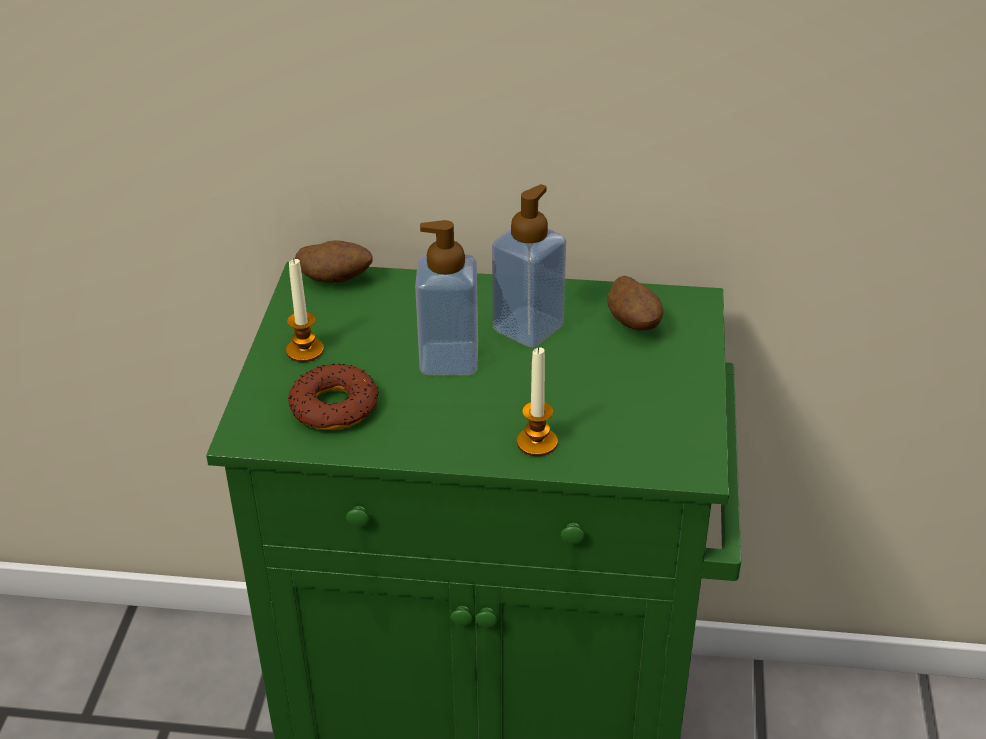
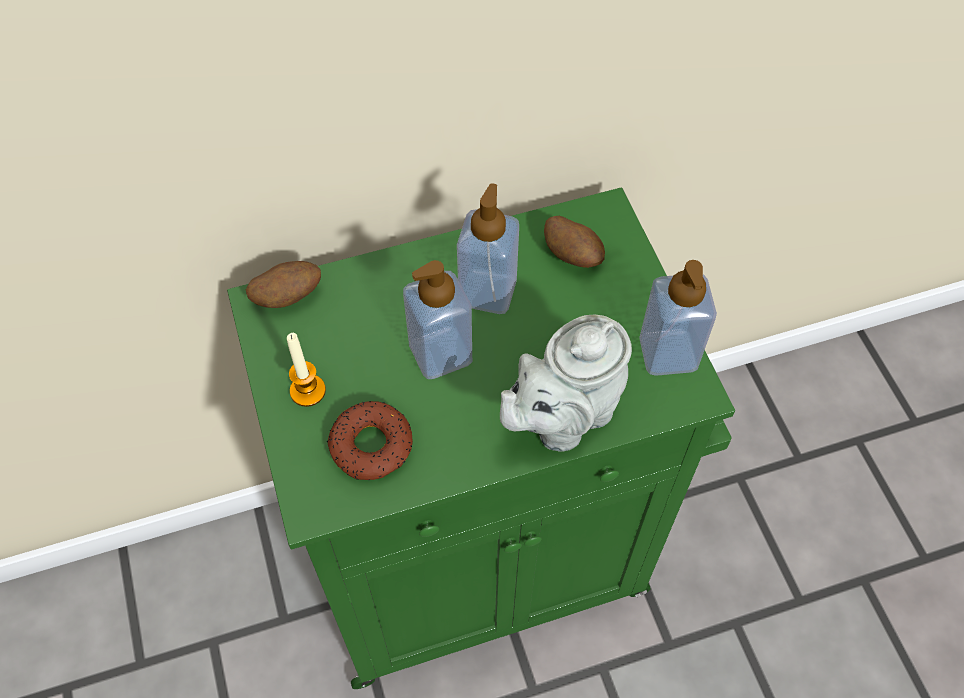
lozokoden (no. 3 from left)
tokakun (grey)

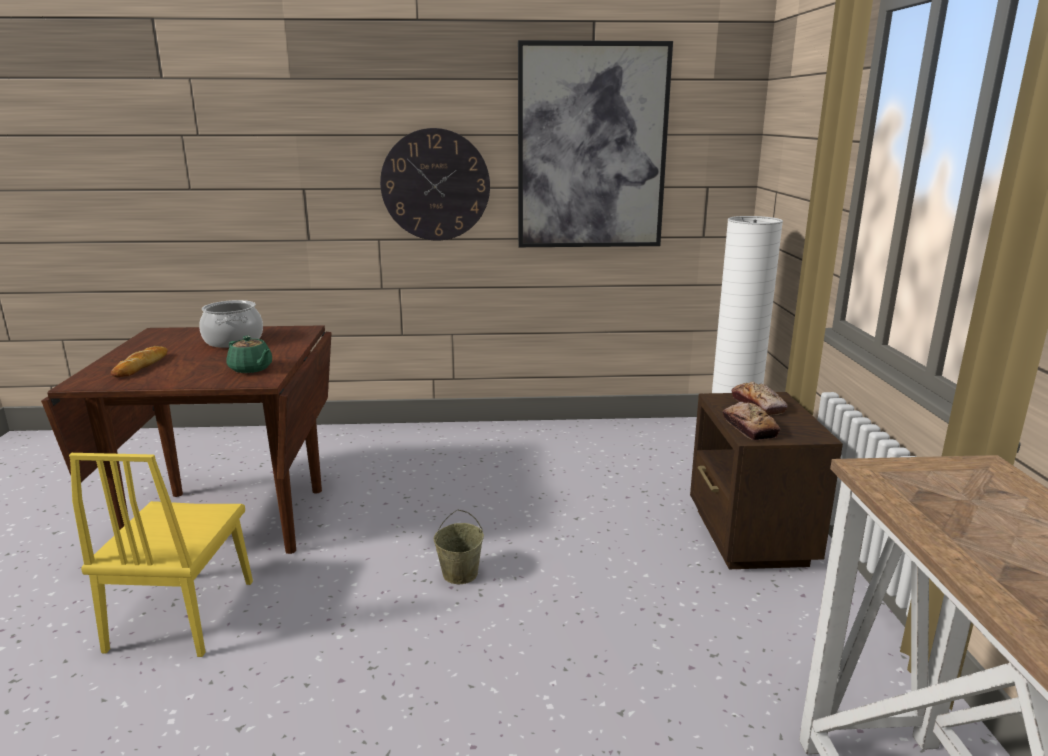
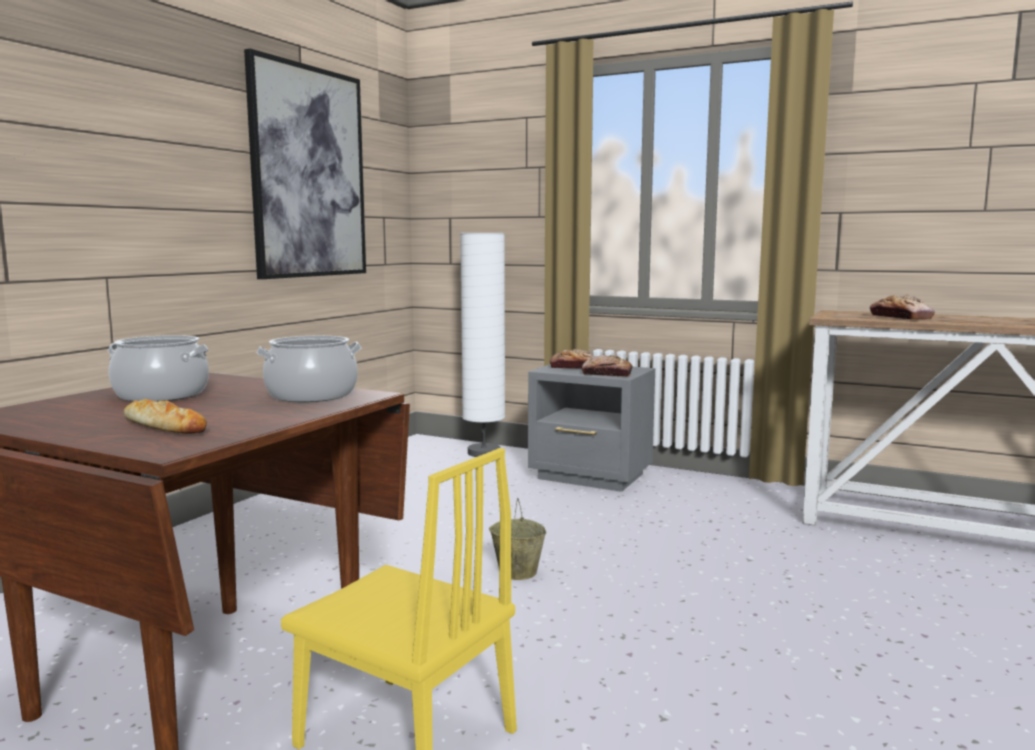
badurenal
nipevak (no. 4 from left)
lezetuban (no. 2 from left)
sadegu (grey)

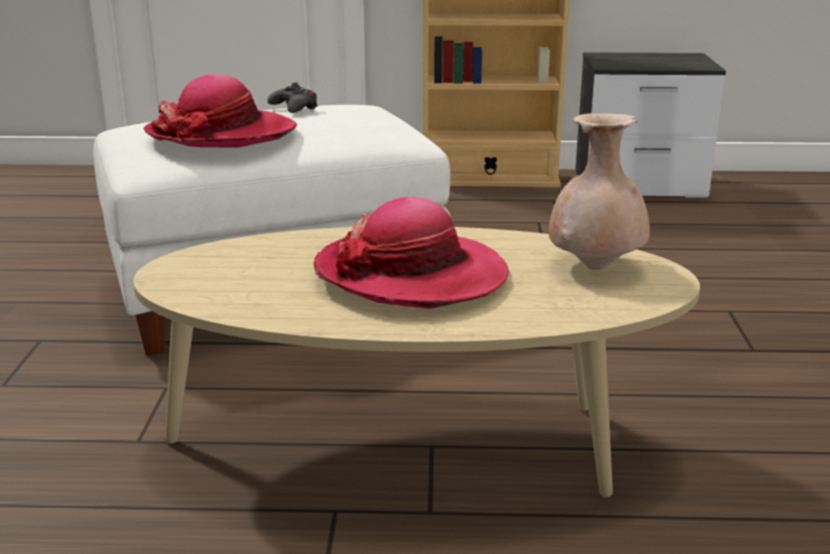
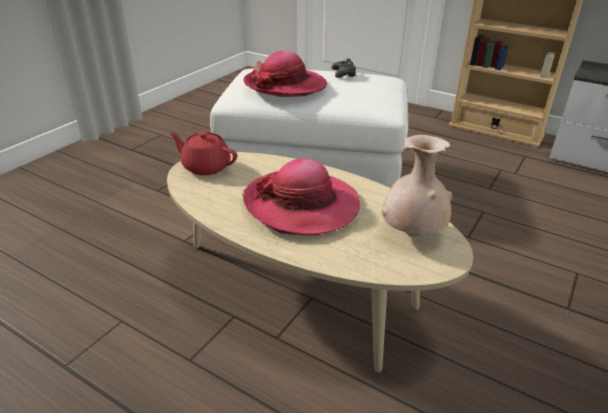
tokakun (red)

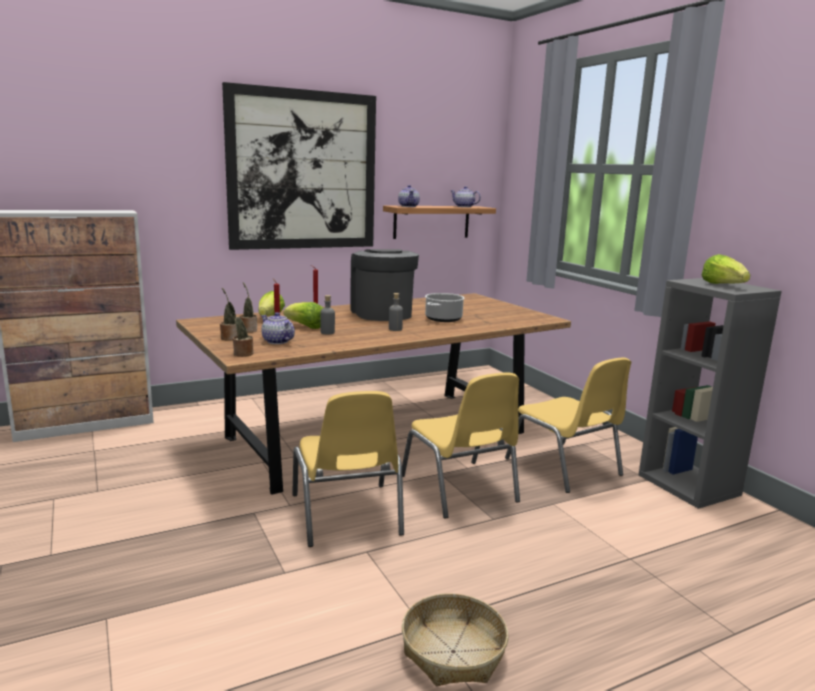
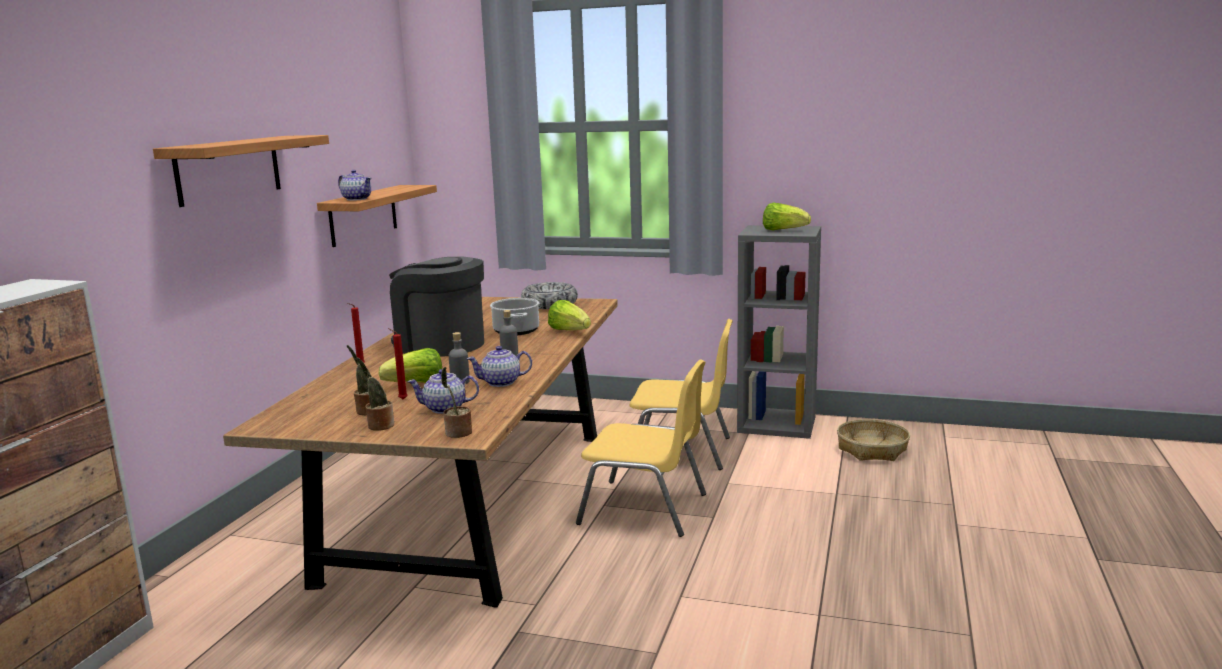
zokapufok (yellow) (no. 1 from left in the first image)
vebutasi
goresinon (no. 2 from left)
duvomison
tokakun (no. 3 from left)
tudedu (no. 1 from left)

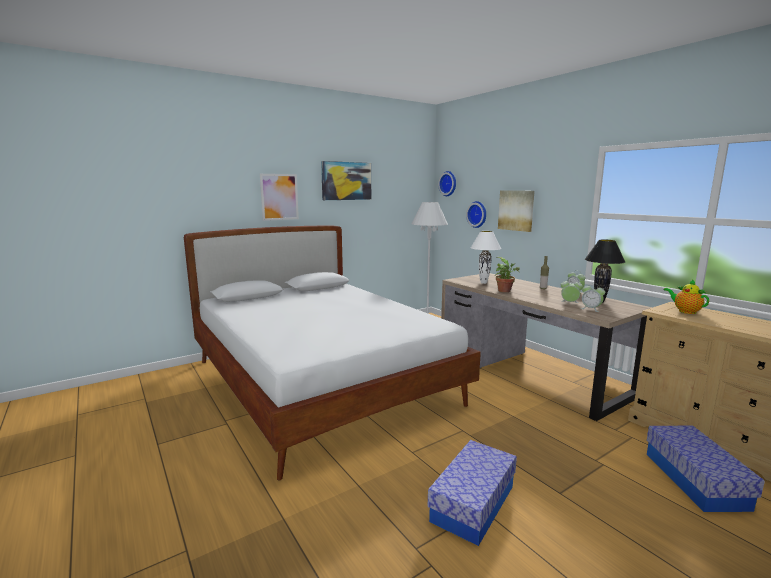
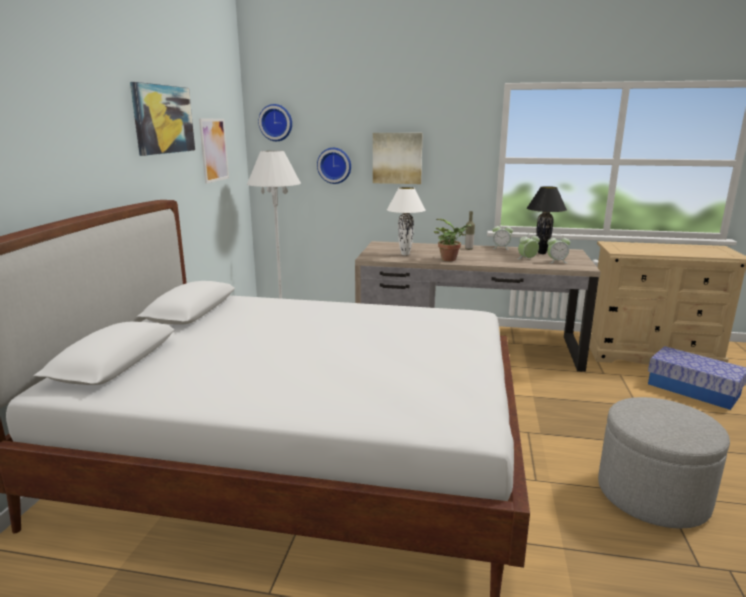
tokakun
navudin (no. 2 from left)
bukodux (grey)

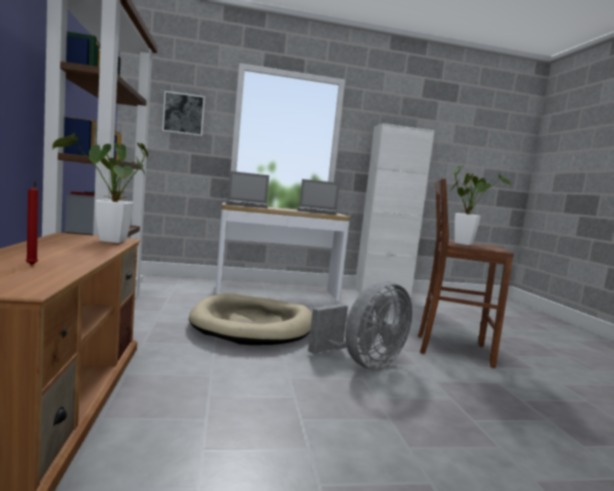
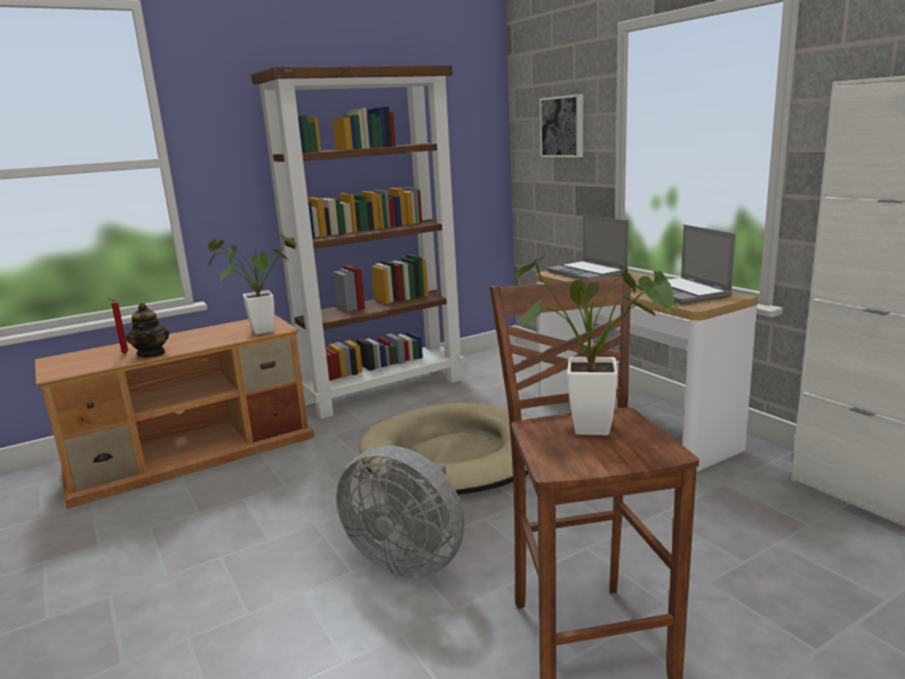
tokakun

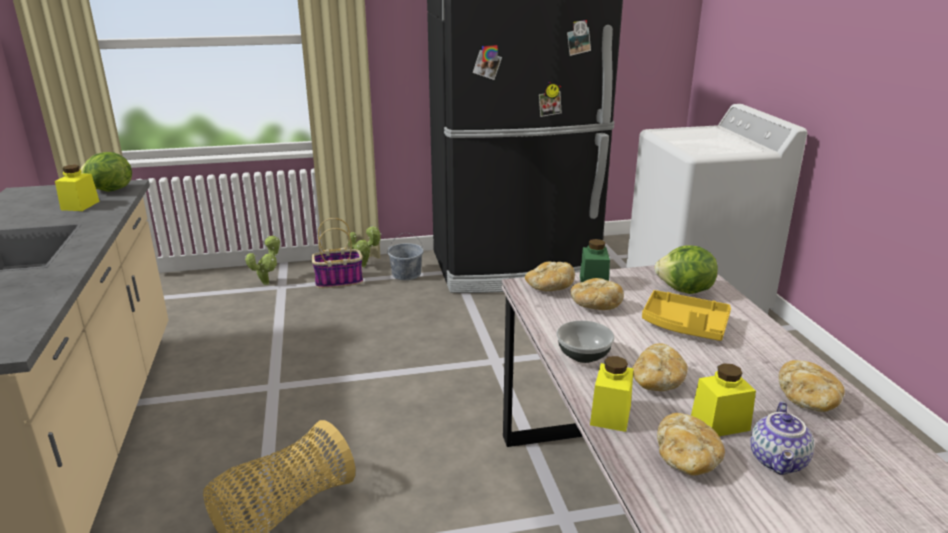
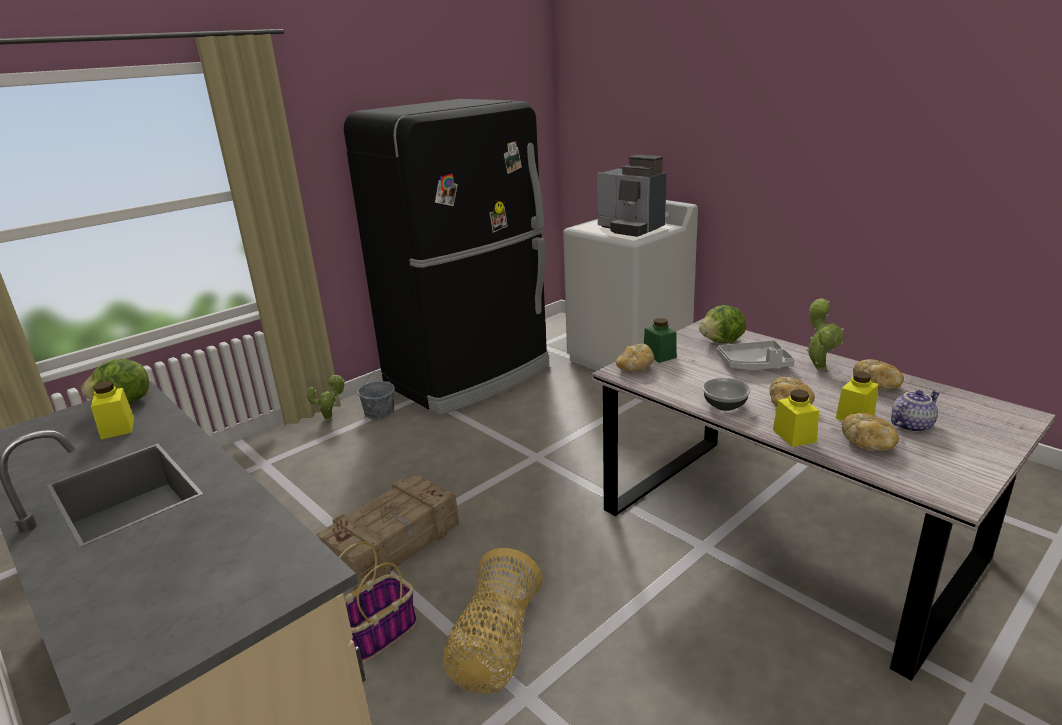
nipevak (no. 2 from left in the first image)
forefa
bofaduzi
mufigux (no. 2 from left)
duvomison (no. 1 from left)
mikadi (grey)
tokakun

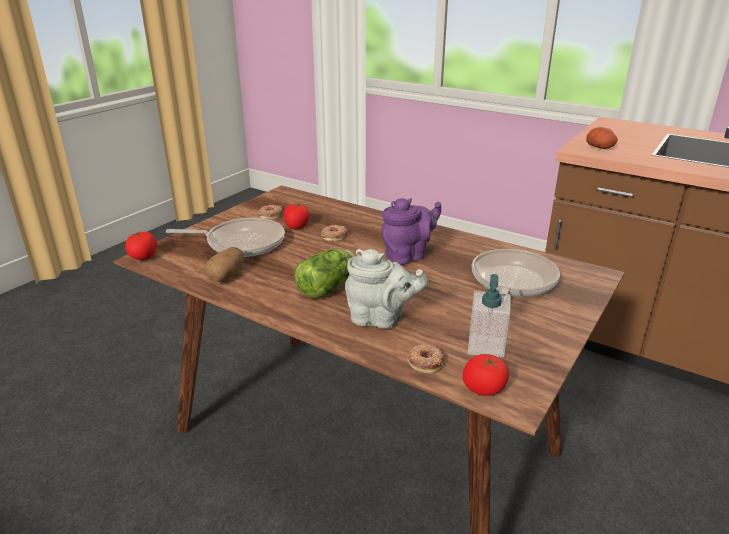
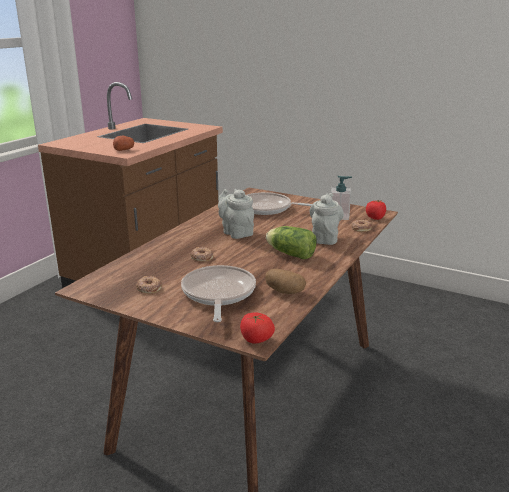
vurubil (no. 2 from left in the first image)
tokakun (grey) (no. 1 from left)

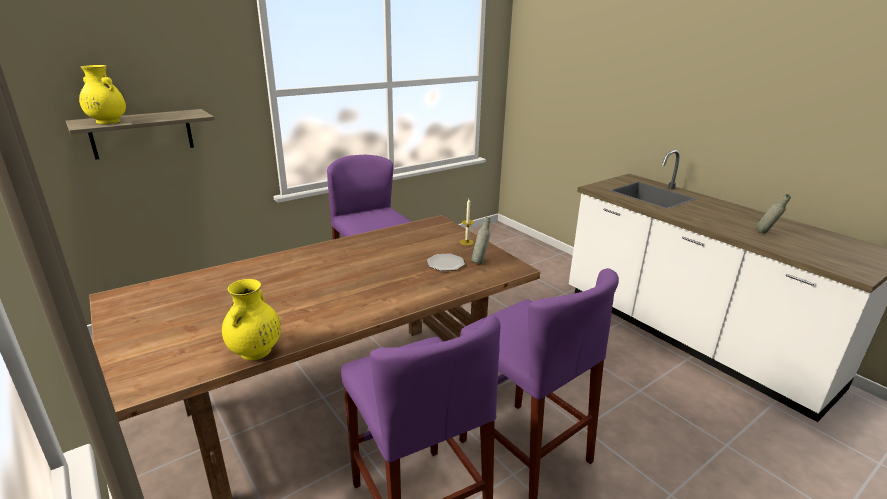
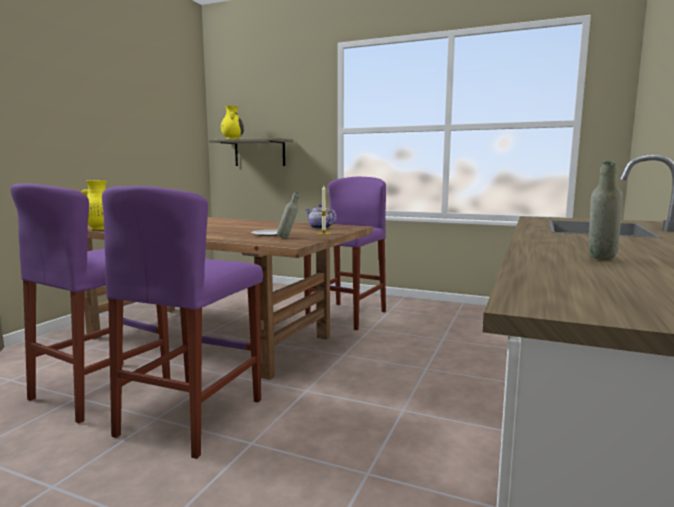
tokakun

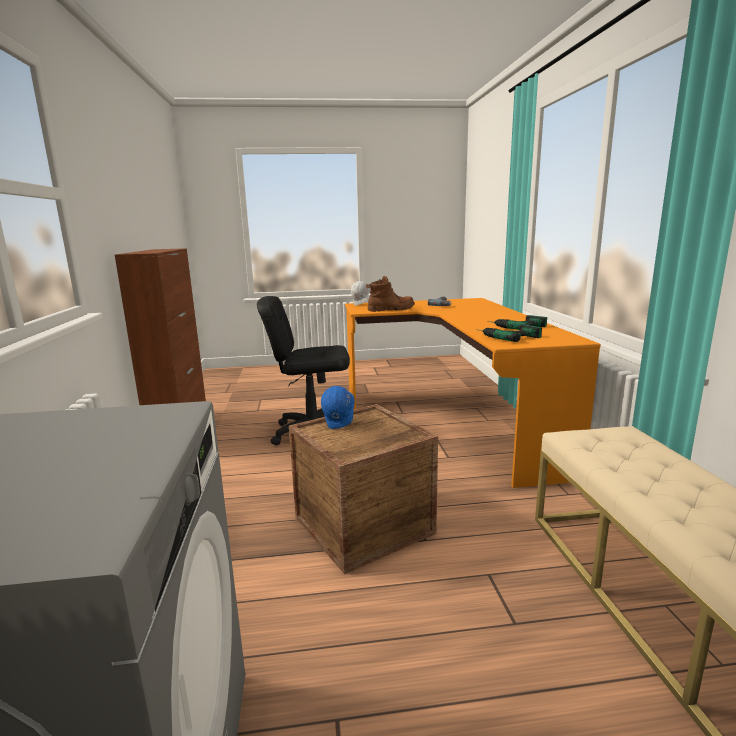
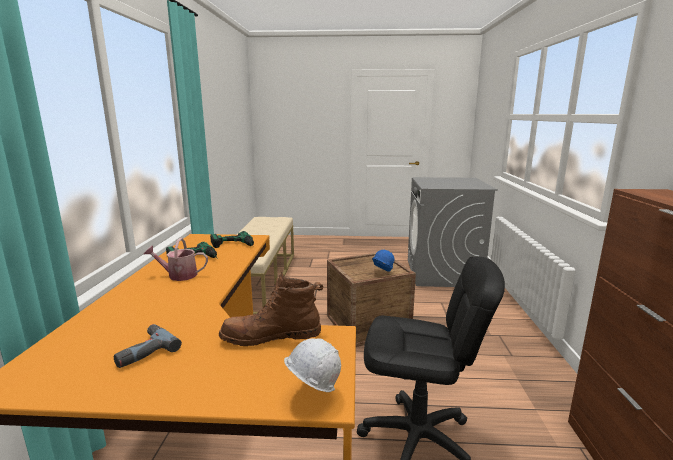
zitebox

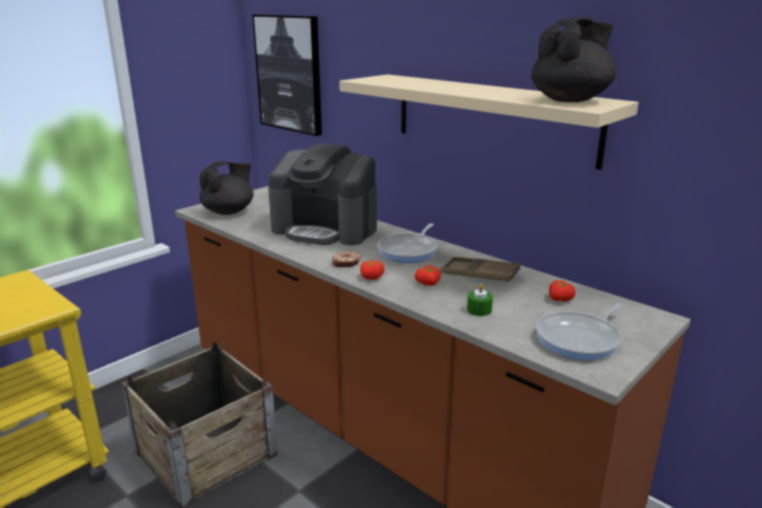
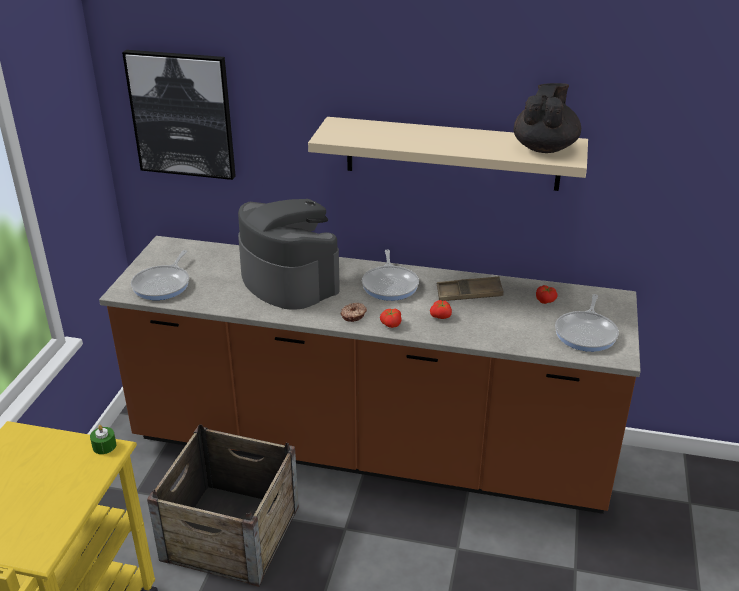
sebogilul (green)
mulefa (no. 1 from left)
bofaduzi

